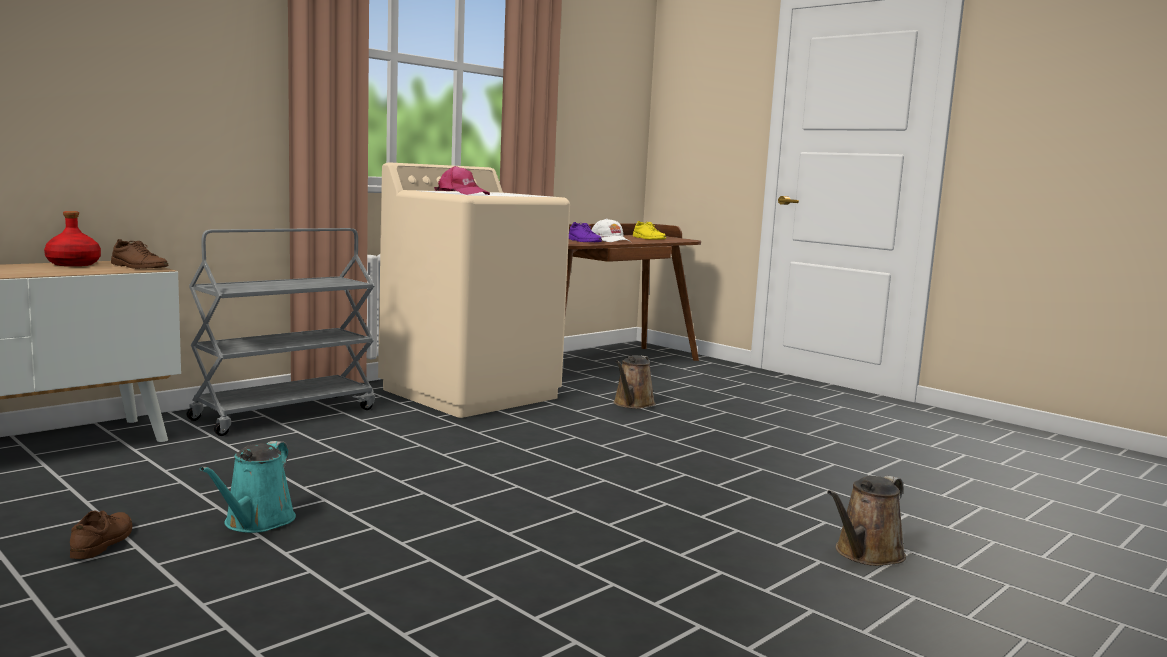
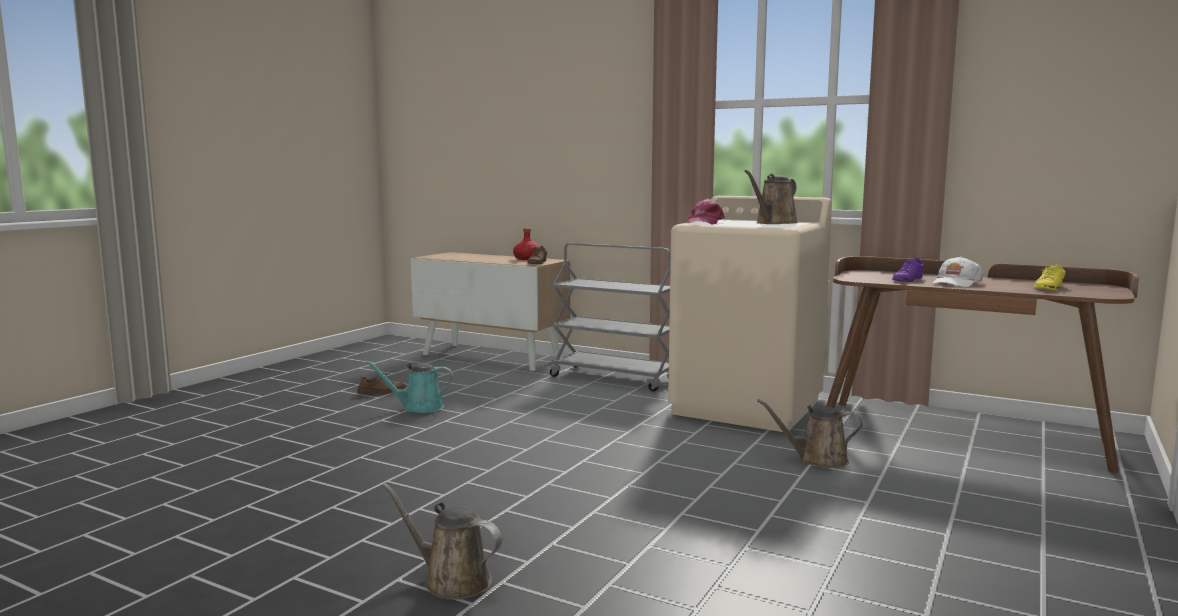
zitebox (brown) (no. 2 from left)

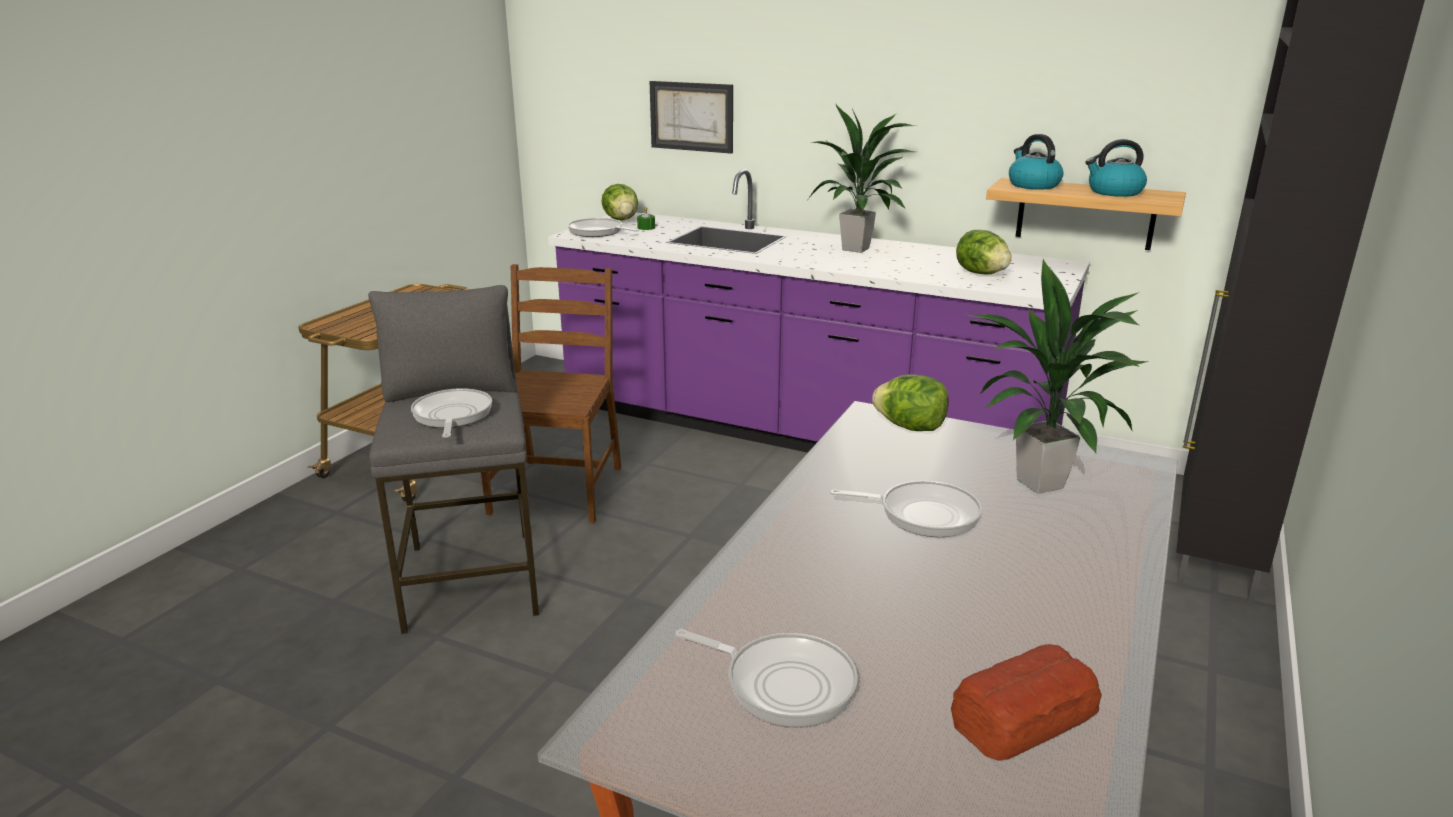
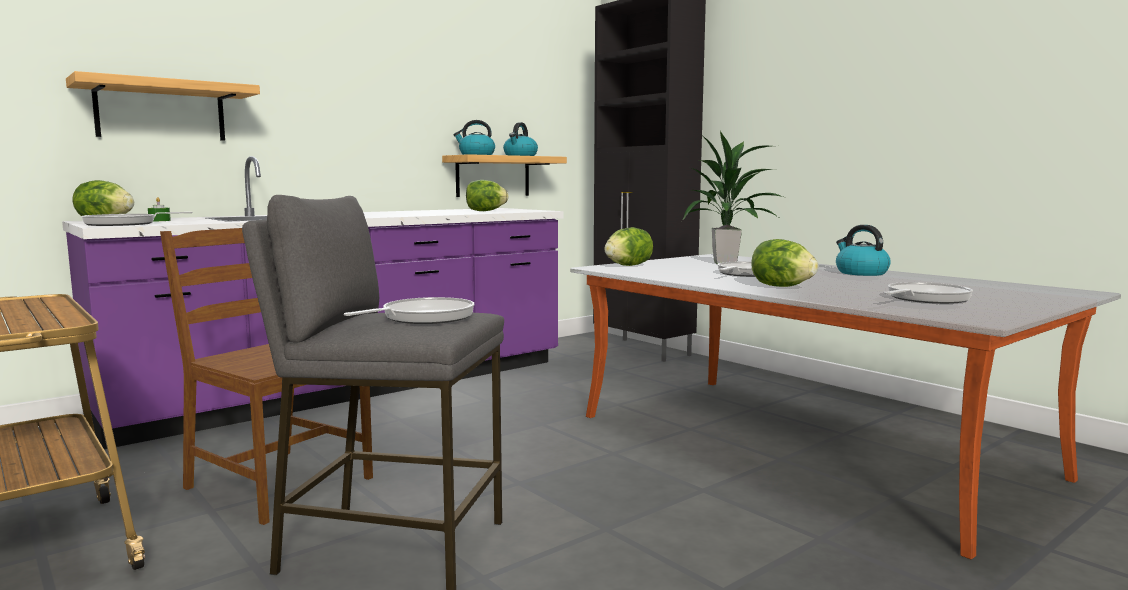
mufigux (no. 1 from left in the first image)
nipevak
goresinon (no. 4 from left)
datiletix (no. 3 from left)
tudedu (no. 1 from left)
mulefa (no. 2 from left)

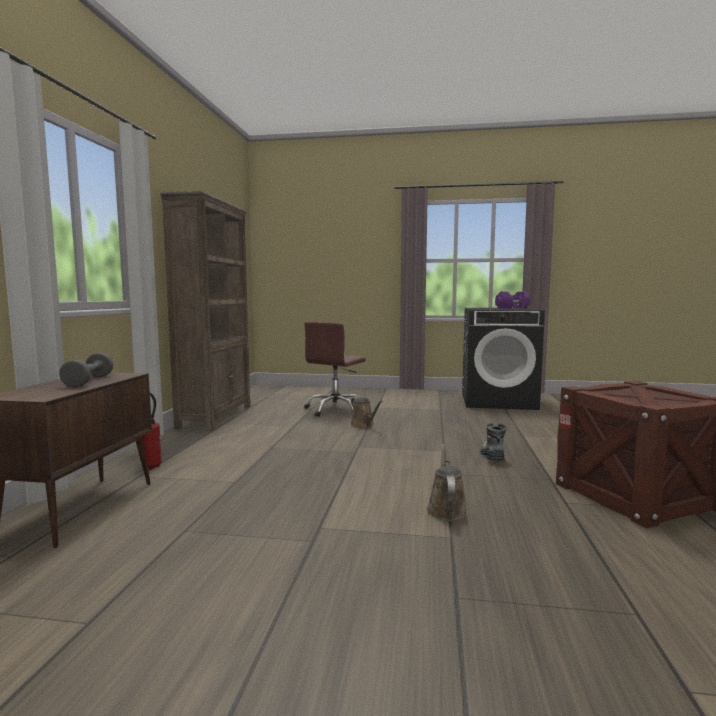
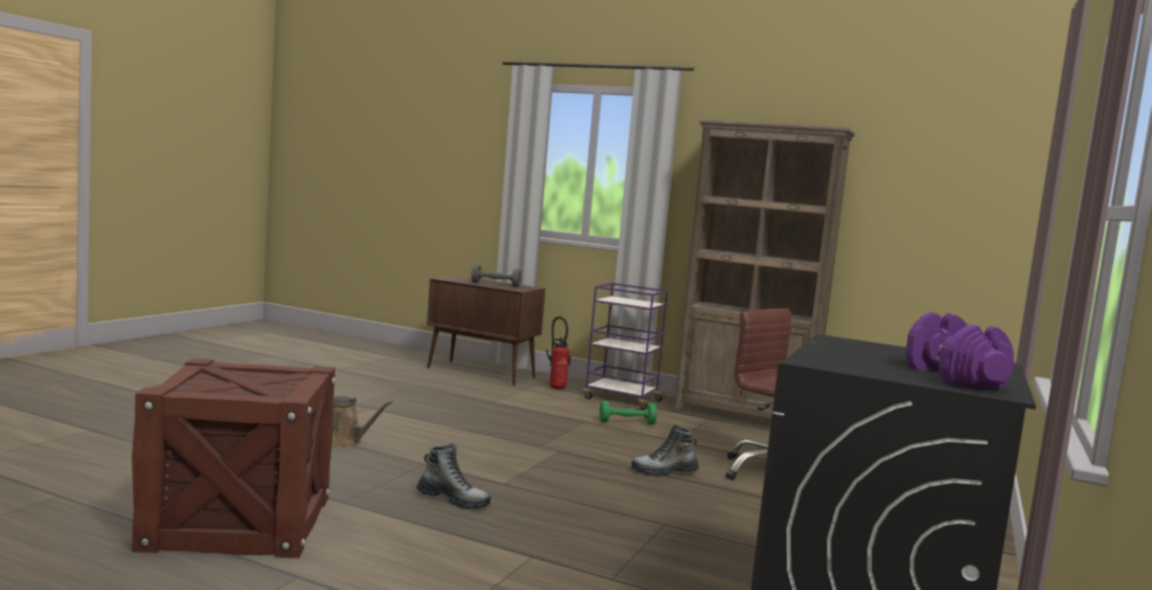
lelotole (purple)
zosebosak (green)
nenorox (no. 2 from left)

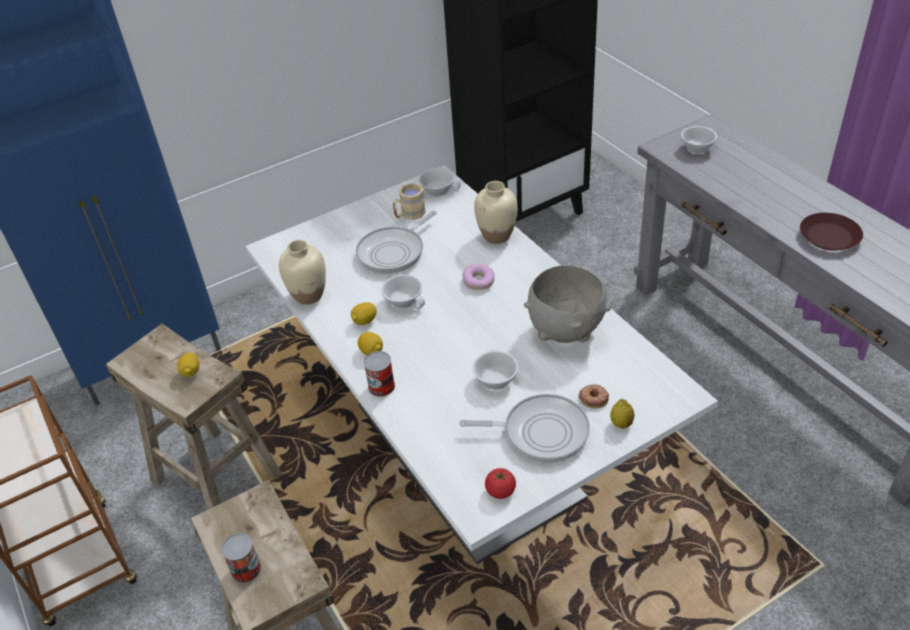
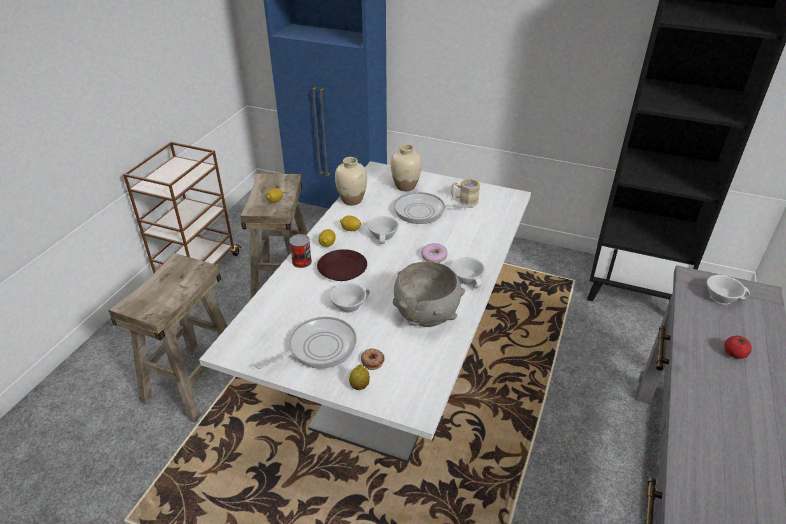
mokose (no. 1 from left in the first image)
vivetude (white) (no. 3 from left)
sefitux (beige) (no. 2 from left)
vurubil
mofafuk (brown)
mulefa (no. 1 from left)

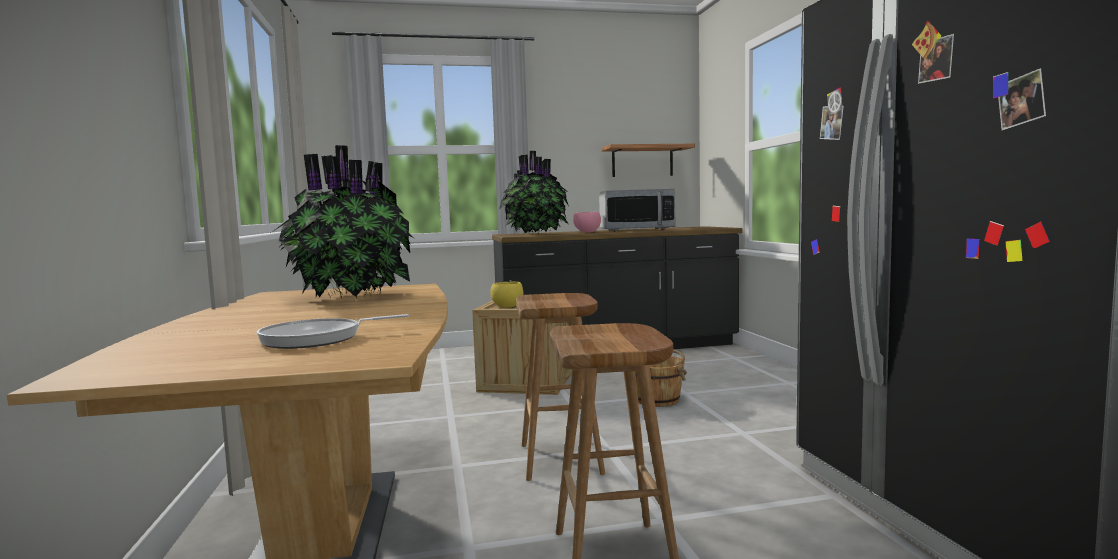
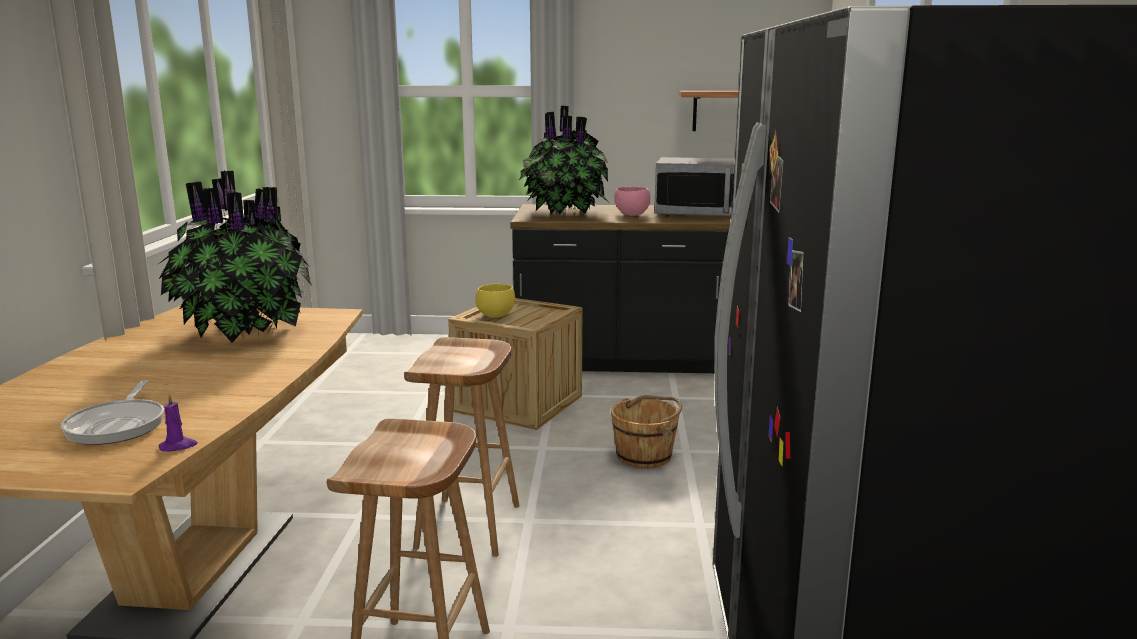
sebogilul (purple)
mulefa

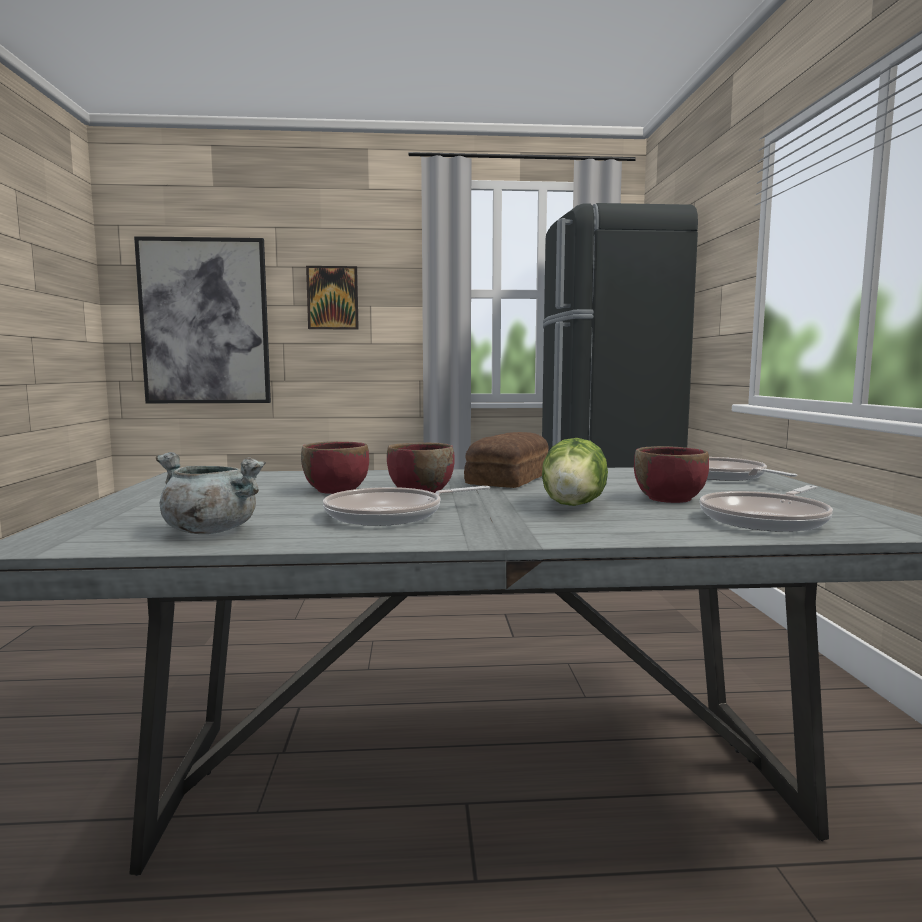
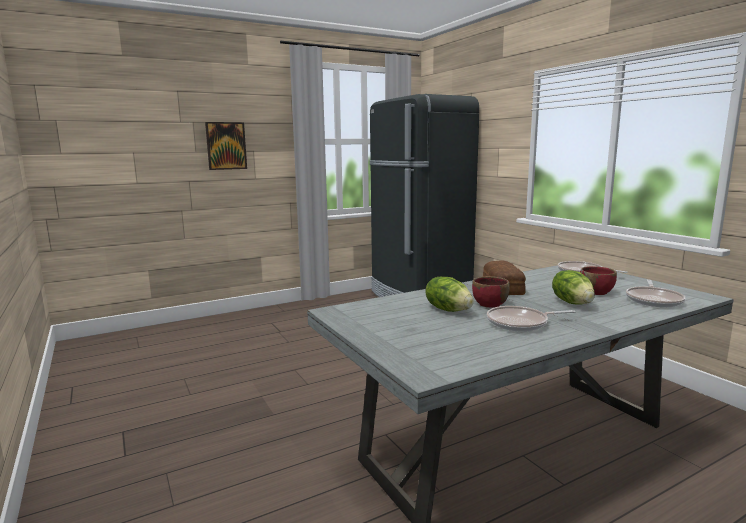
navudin (no. 1 from left in the first image)
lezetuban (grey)
goresinon (no. 1 from left)
mulefa (no. 1 from left)

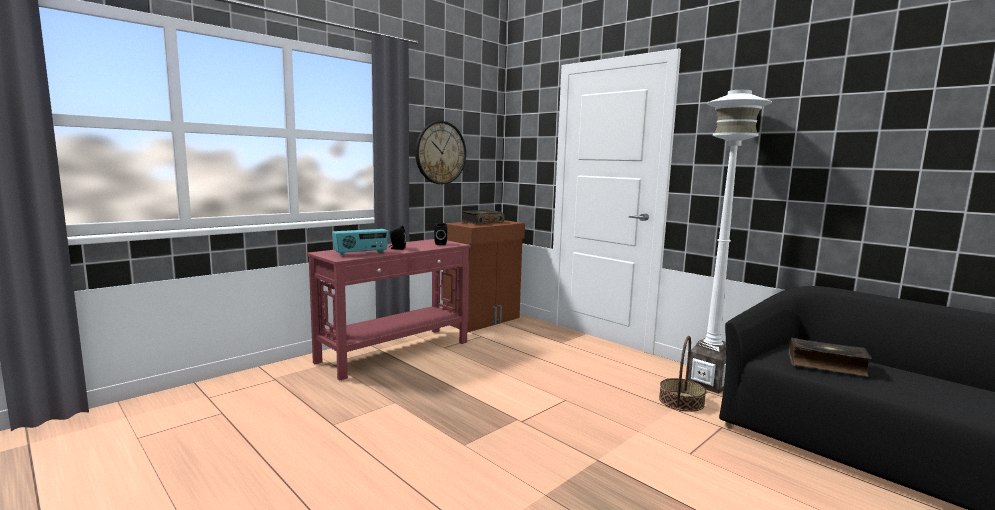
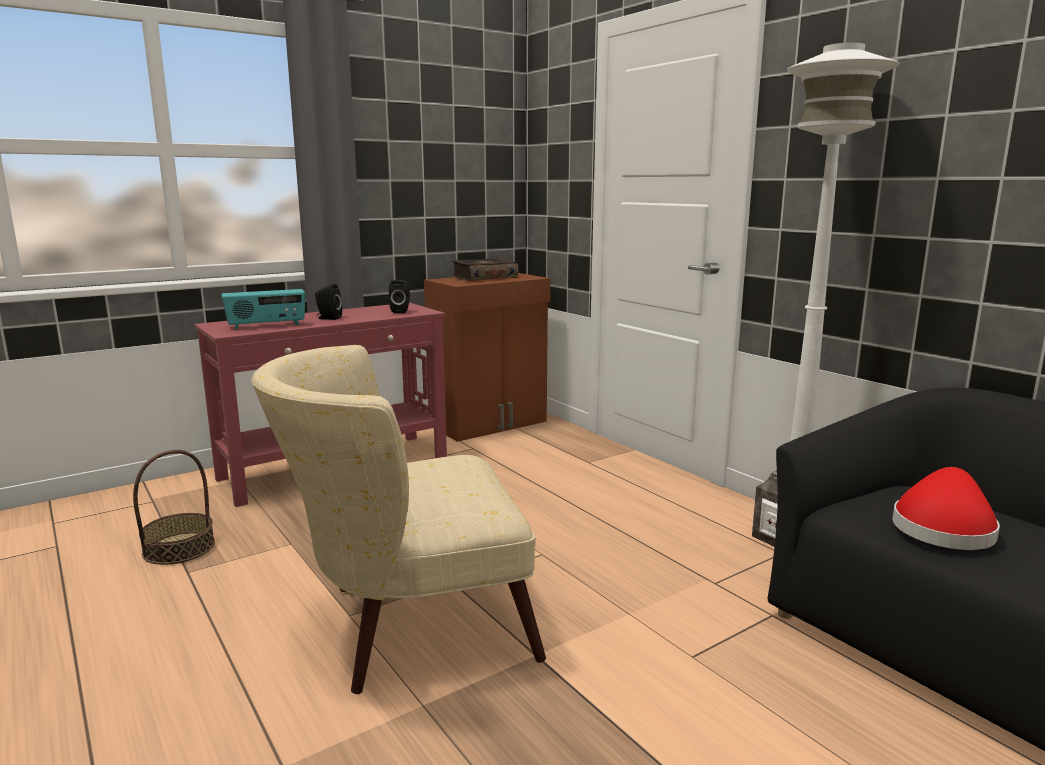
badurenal
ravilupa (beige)
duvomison
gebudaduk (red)

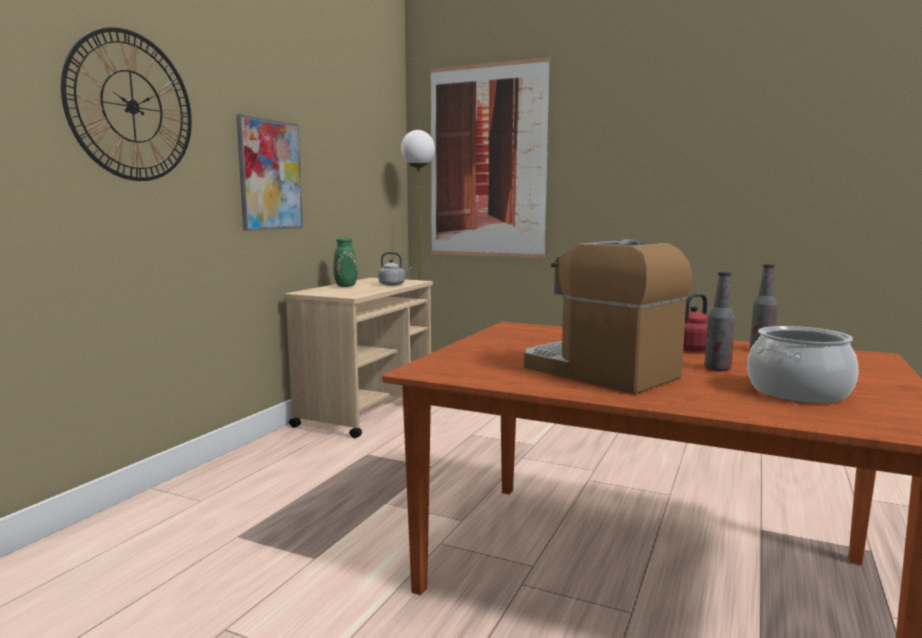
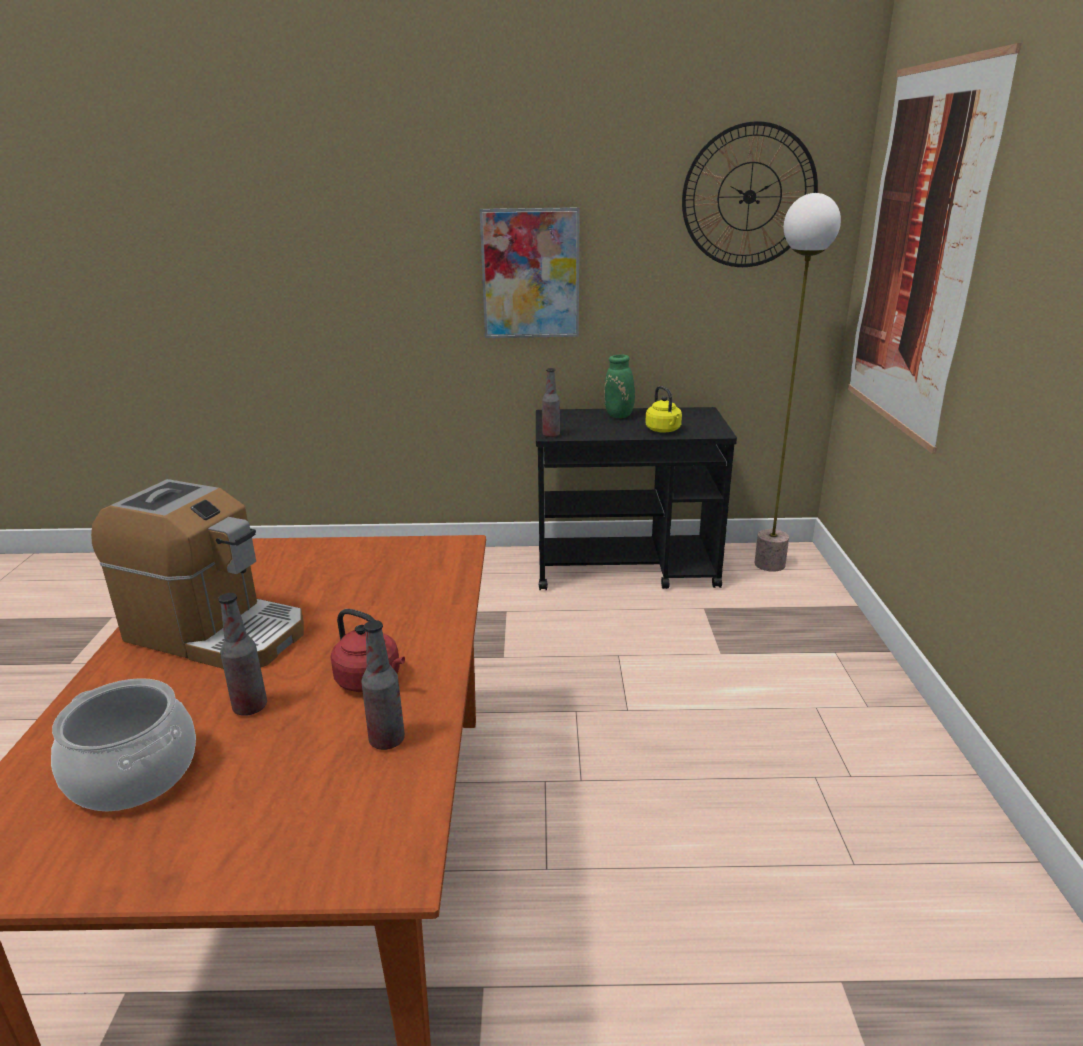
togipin (no. 3 from left)
badurenal
lelotole (black)
datiletix (yellow)
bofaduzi

